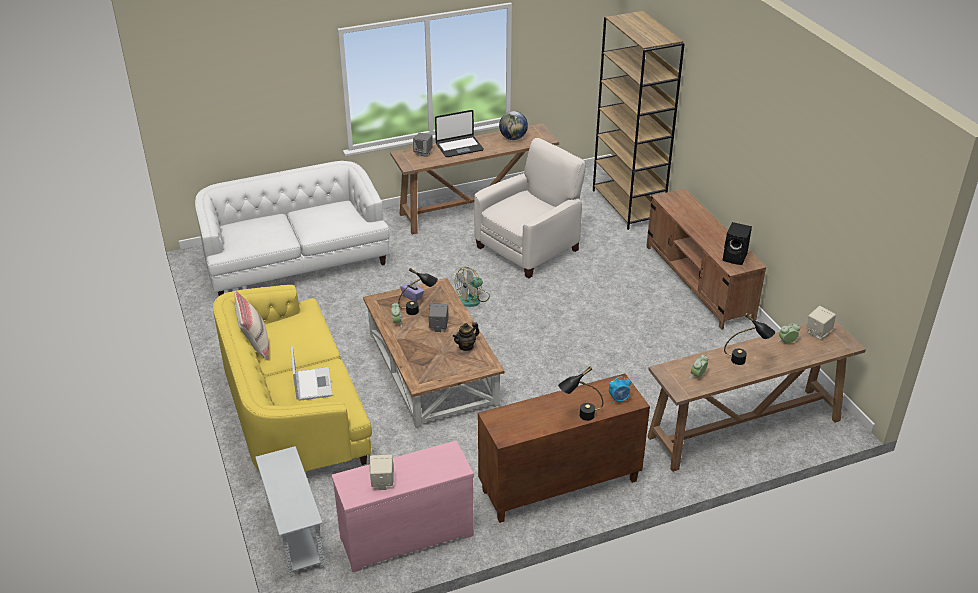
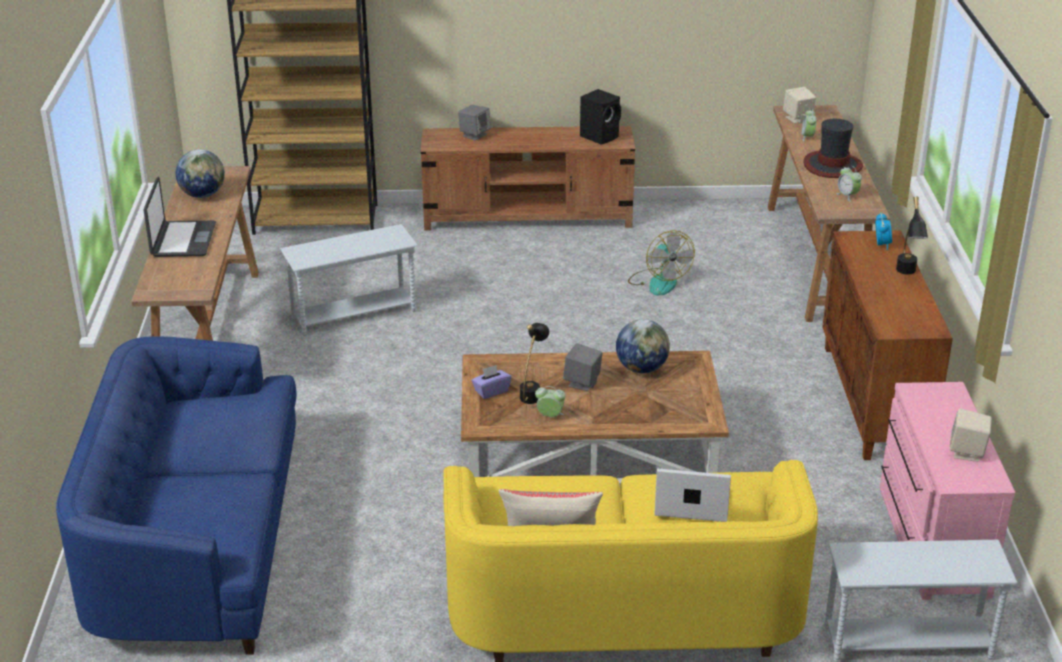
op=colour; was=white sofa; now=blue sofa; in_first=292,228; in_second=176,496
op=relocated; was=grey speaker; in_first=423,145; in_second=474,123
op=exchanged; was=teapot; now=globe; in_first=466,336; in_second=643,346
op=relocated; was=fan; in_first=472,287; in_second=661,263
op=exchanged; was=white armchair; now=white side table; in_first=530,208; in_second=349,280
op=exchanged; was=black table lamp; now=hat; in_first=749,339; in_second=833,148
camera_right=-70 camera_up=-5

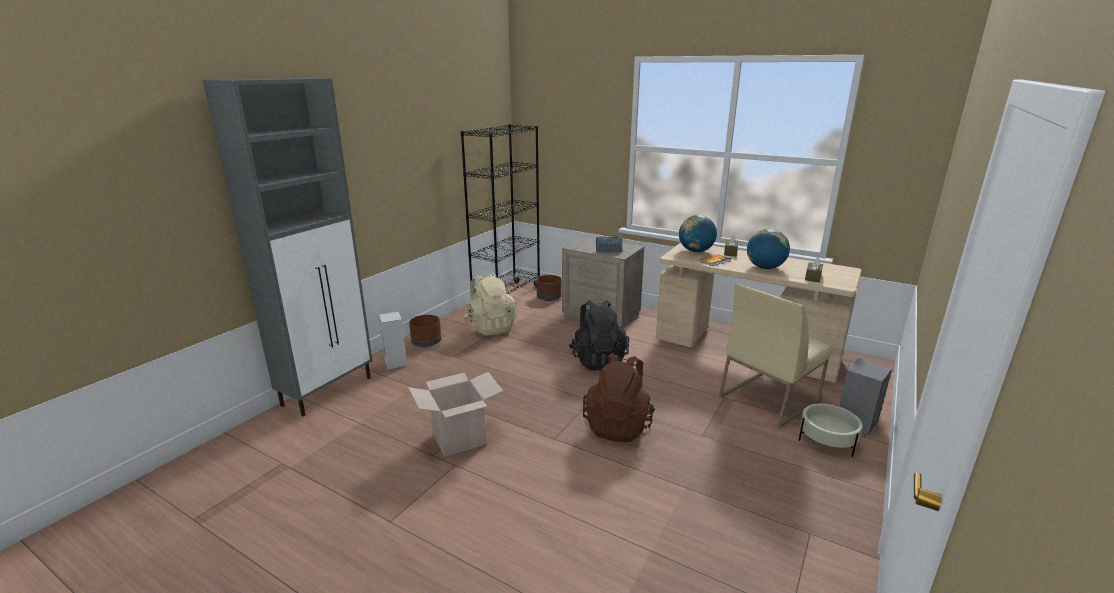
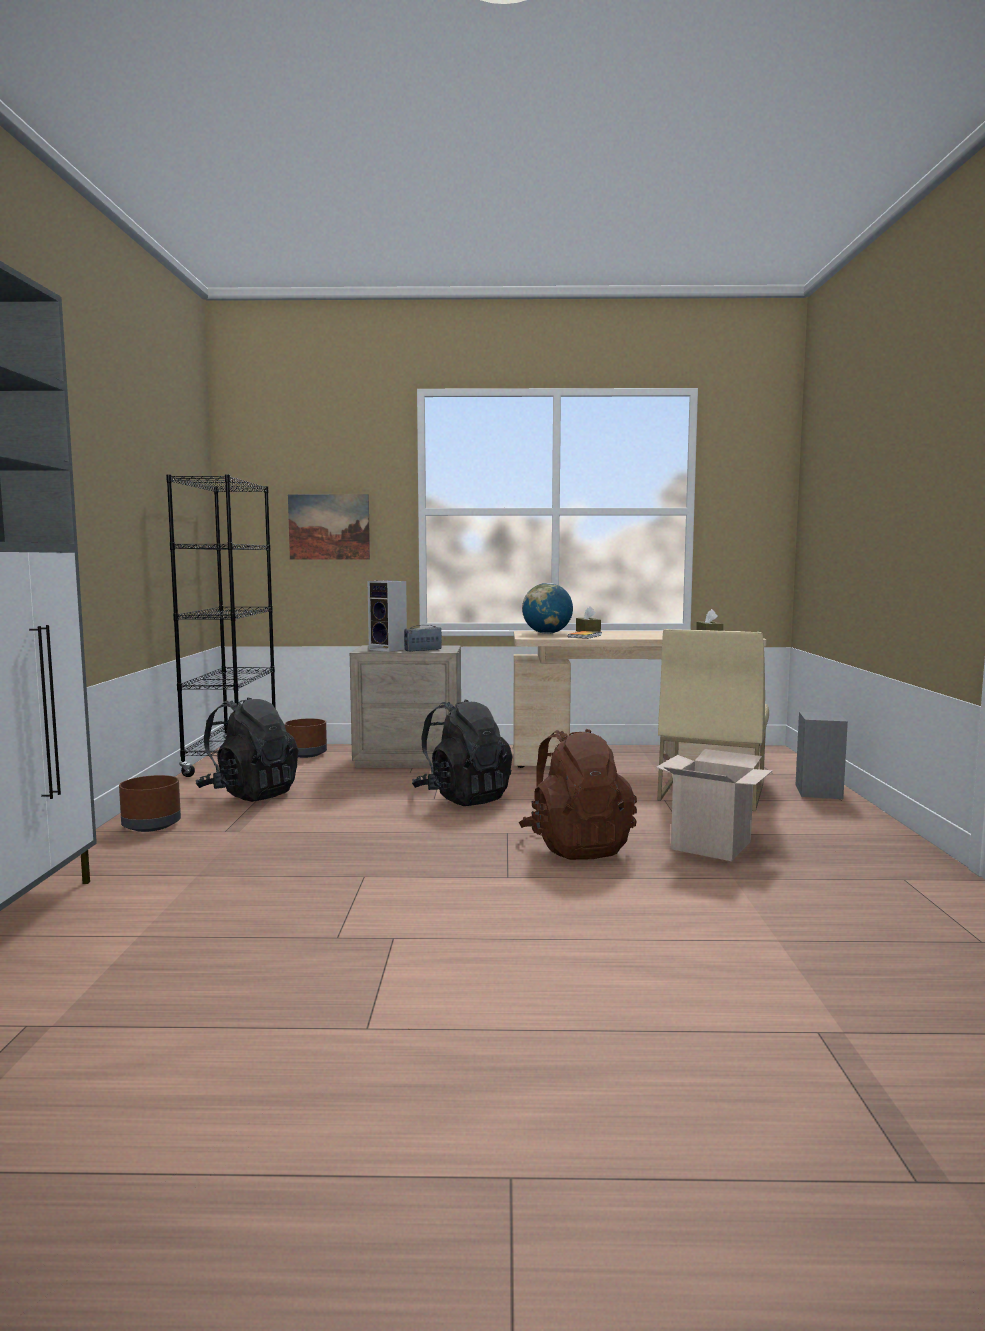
op=relocated; was=speaker; in_first=393,340; in_second=387,616
op=relocated; was=cardboard box; in_first=455,414; in_second=714,805
op=colour; was=beige backpack; now=black backpack; in_first=490,304; in_second=247,749
op=missing; was=globe; in_first=768,249
op=missing; was=beige planter; in_first=831,430
op=appeared; now=picture; in_second=329,527
camera_right=-30 camera_up=-15

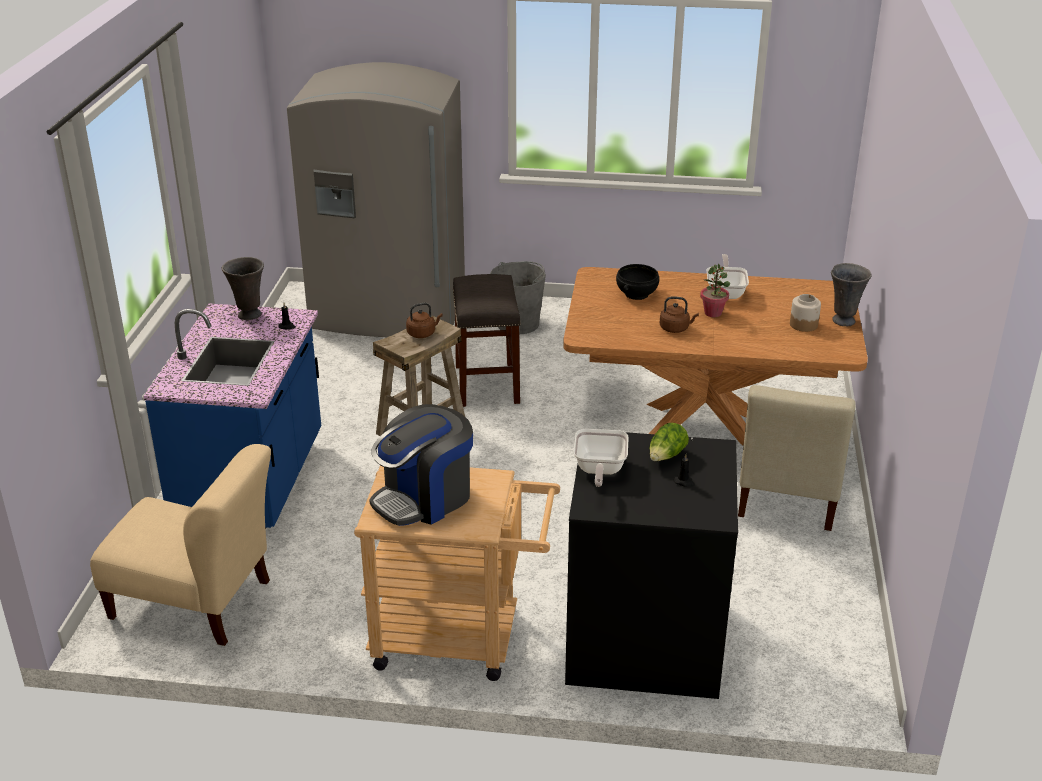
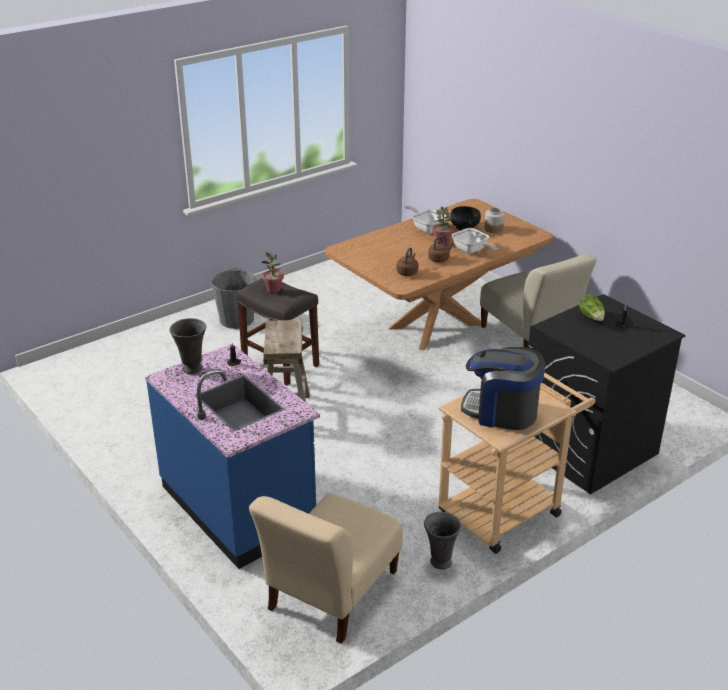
op=spun; was=beige chair; in_first=180,545; in_second=326,569; clockwise=150
op=missing; was=grey fridge; in_first=376,199
op=spun; was=coffee machine; in_first=421,465; in_second=503,388; clockwise=105
op=relocated; was=brown kettle; in_first=424,320; in_second=407,262
op=relocated; was=frying pan; in_first=601,458; in_second=475,241
op=relocated; was=black bowl; in_first=637,282; in_second=465,218
op=relocated; was=grey vase; in_first=851,294; in_second=442,541
op=appeared; now=potted plant; in_second=273,272
camera_right=-45 camera_up=0

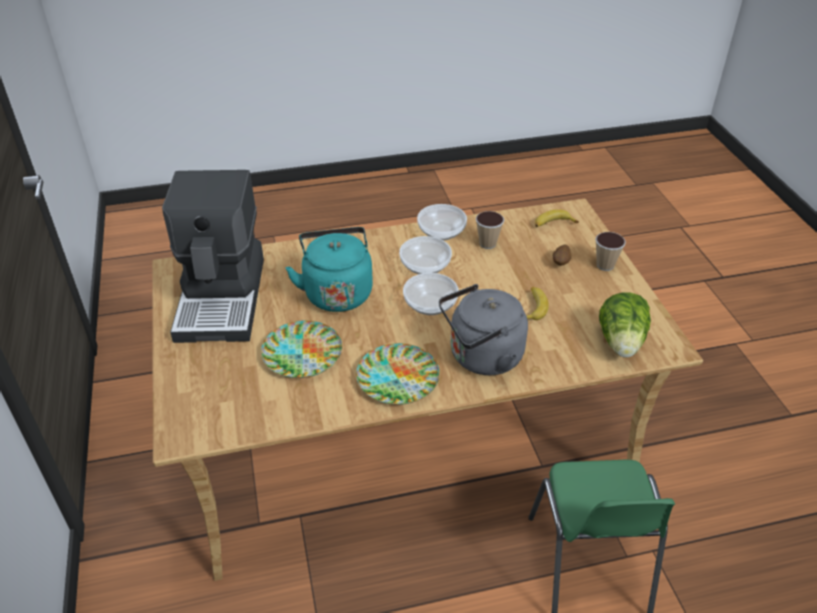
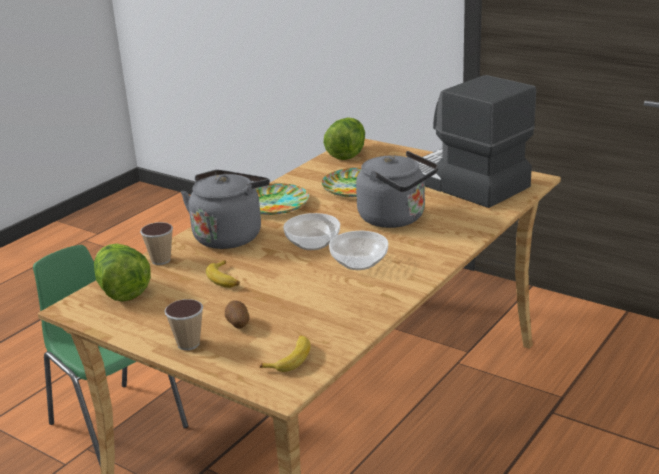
op=colour; was=turquoise kettle; now=grey kettle; in_first=329,269; in_second=397,189
op=missing; was=bowl; in_first=442,222
op=relocated; was=cup; in_first=490,230; in_second=156,243
op=appeared; now=lettuce; in_second=344,138
camera_right=140 camera_up=-15

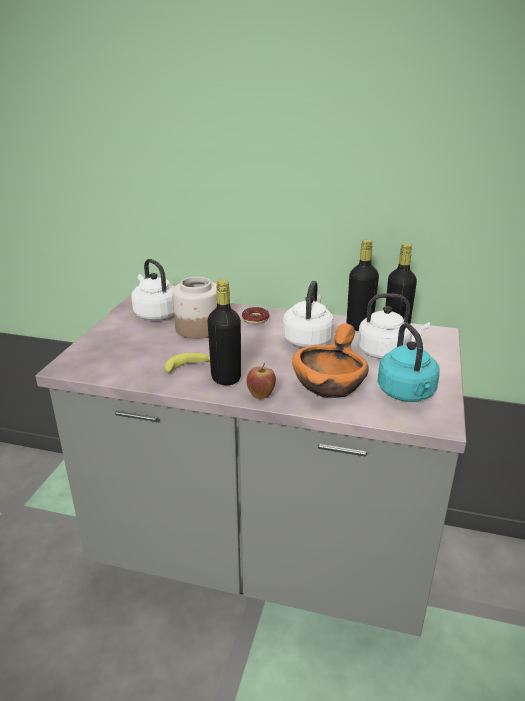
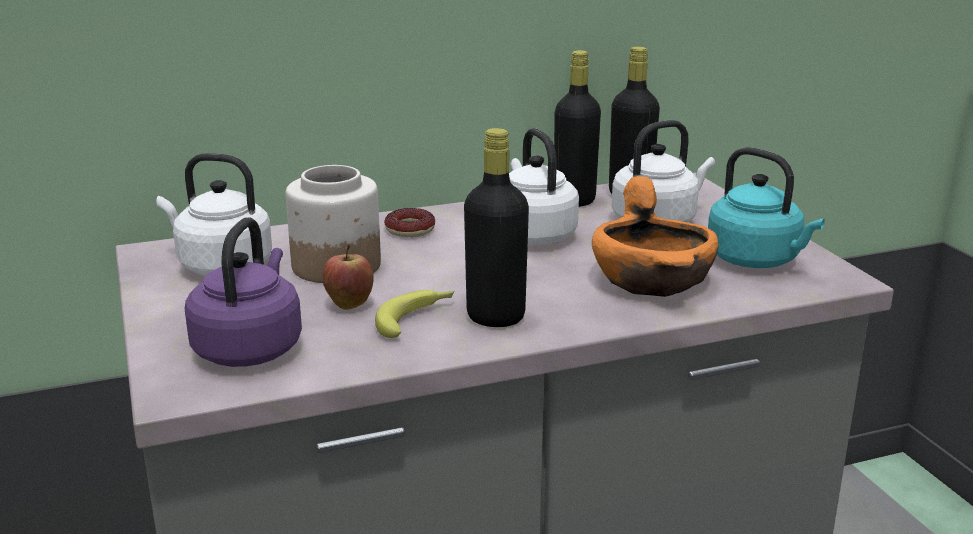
op=relocated; was=apple; in_first=261,381; in_second=348,277
op=appeared; now=purple kettle; in_second=243,292
camera_right=-35 camera_up=-5

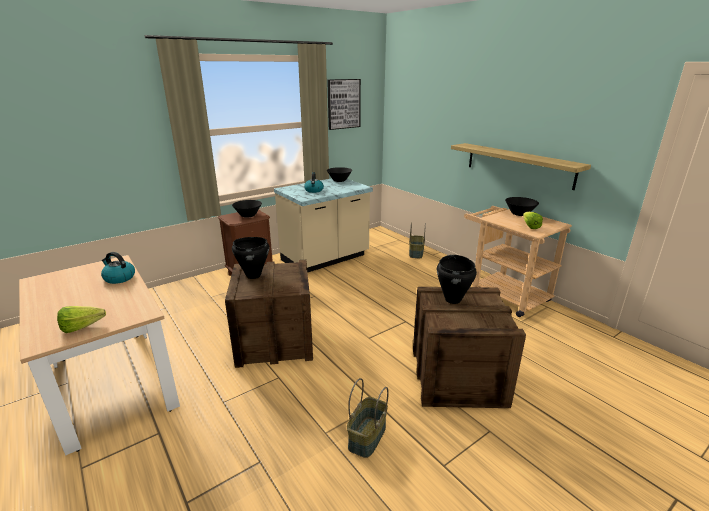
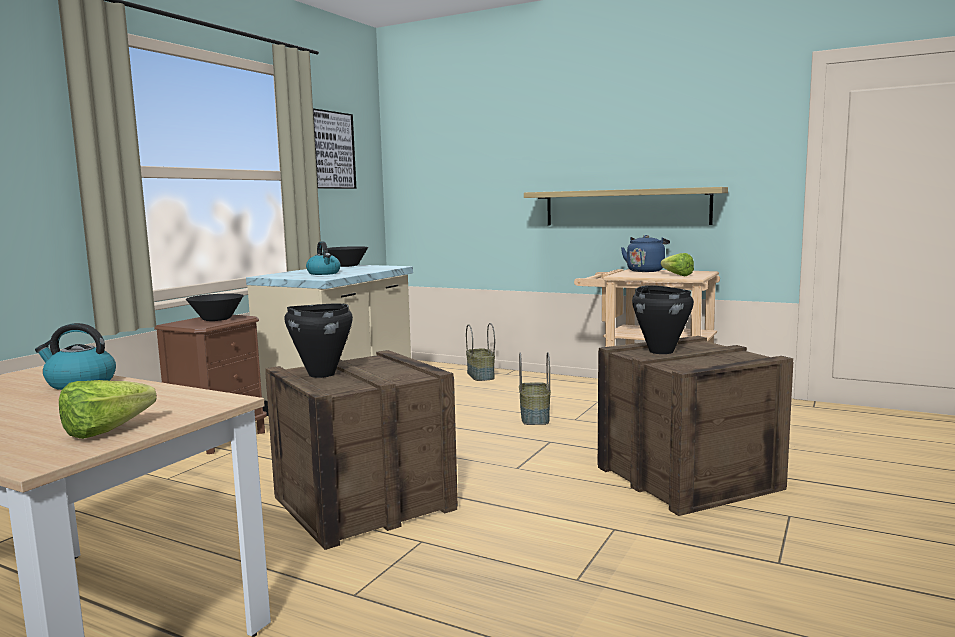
op=relocated; was=basket; in_first=368,418; in_second=535,388
op=exchanged; was=black bowl; now=blue kettle; in_first=522,206; in_second=645,253
camera_right=-25 camera_up=-15

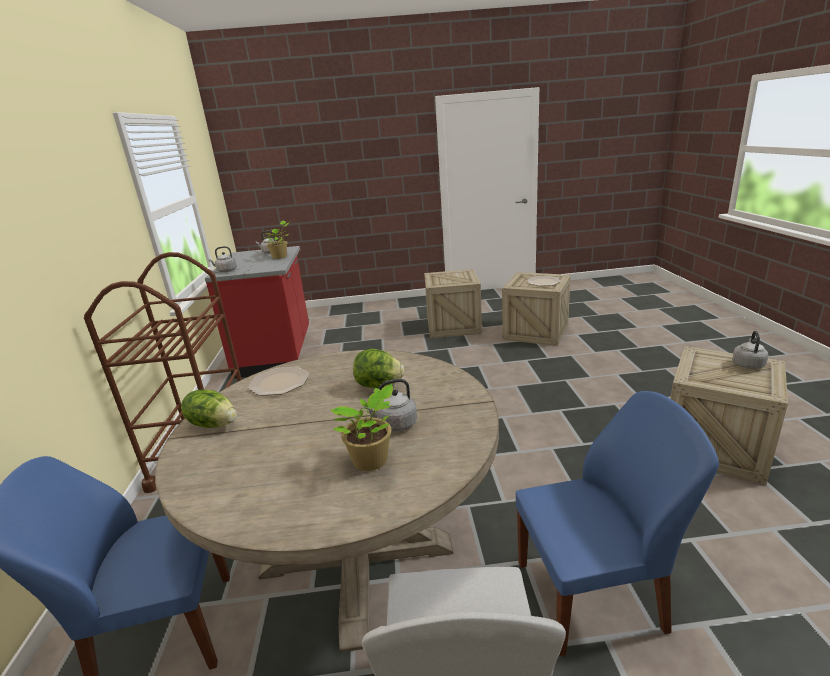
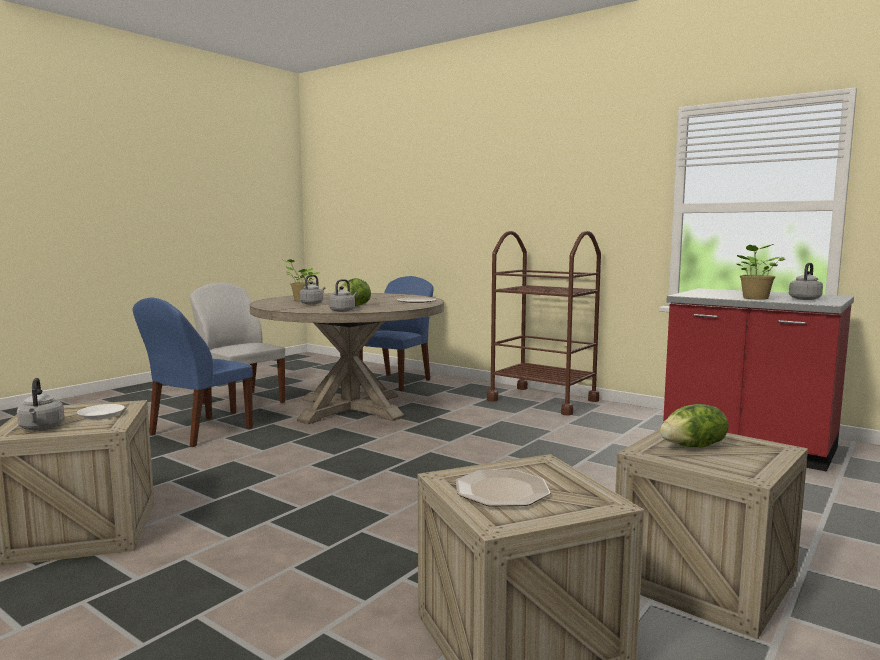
op=relocated; was=lettuce; in_first=209,408; in_second=694,425
op=relocated; was=grey kettle; in_first=223,259; in_second=343,295
op=appeared; now=white plate; in_second=101,412
camera_right=130 camera_up=-15

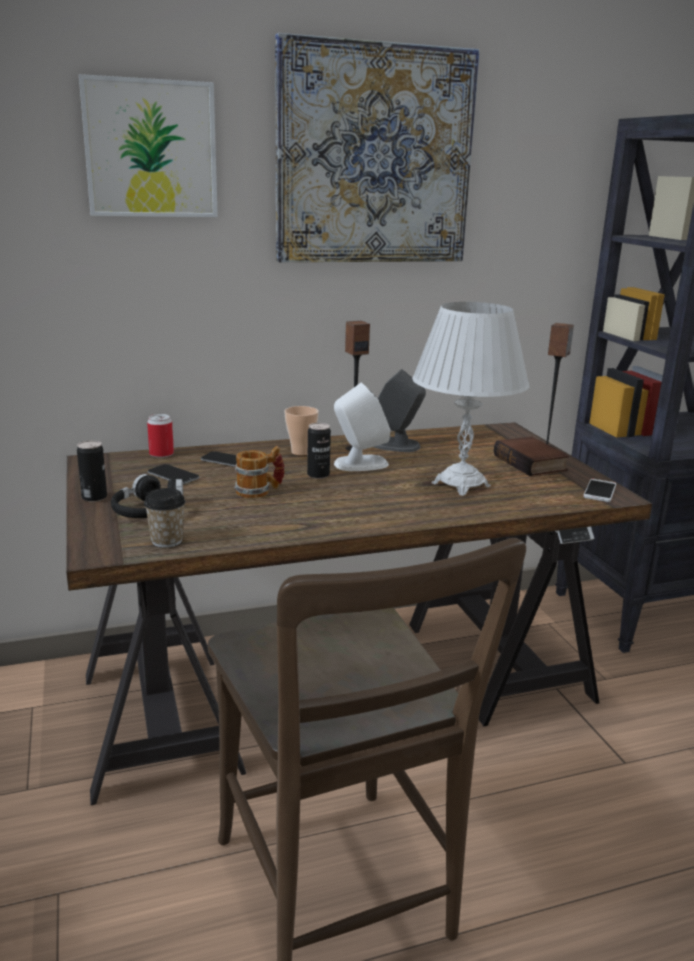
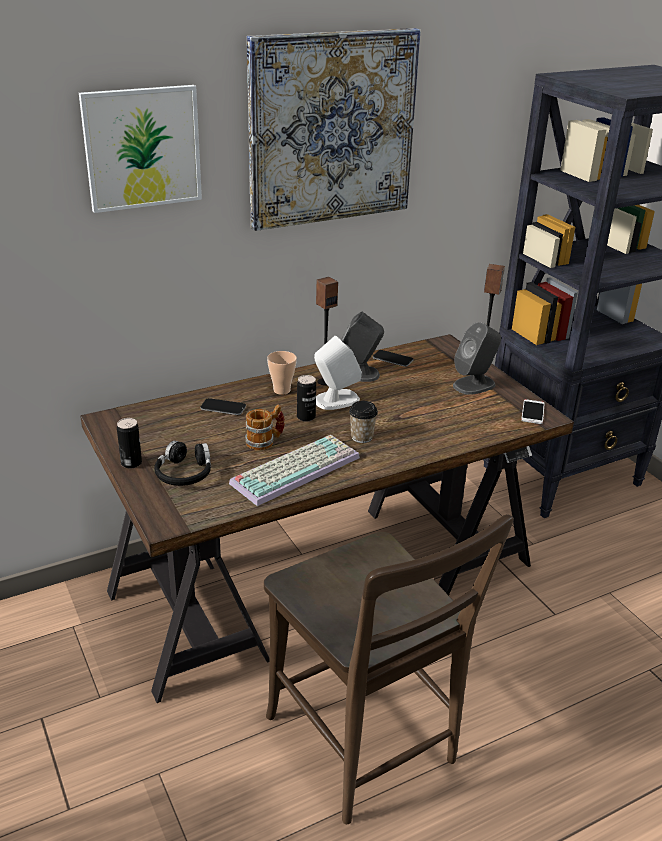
op=relocated; was=cup; in_first=165,518; in_second=363,422
op=missing; was=can; in_first=160,436
op=relocated; was=phone; in_first=174,474; in_second=393,358
op=missing; was=white table lamp; in_first=470,399
op=exchanged; was=book; now=grey speaker; in_first=531,456; in_second=477,358
op=appeared; now=keyboard; in_second=294,470
camera_right=-10 camera_up=10

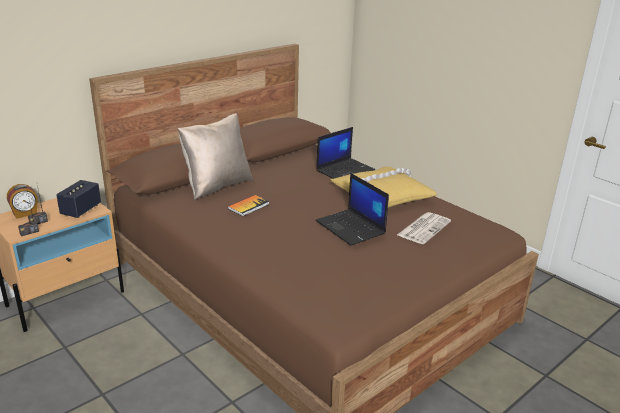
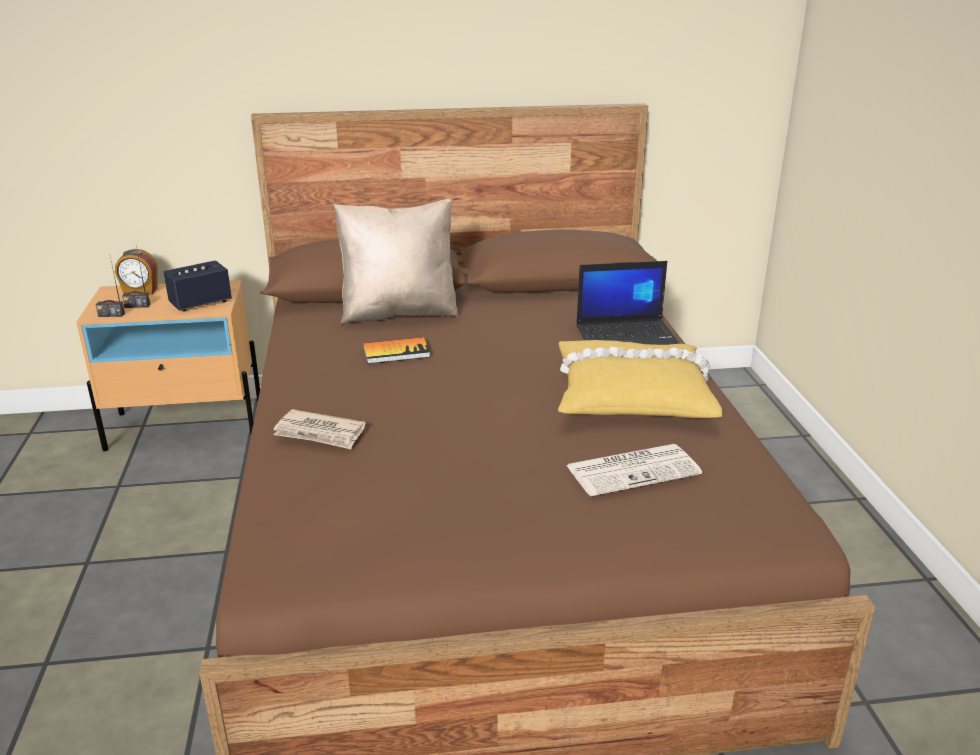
op=missing; was=laptop; in_first=352,209
op=appeared; now=newspaper; in_second=320,429
camera_right=35 camera_up=0

